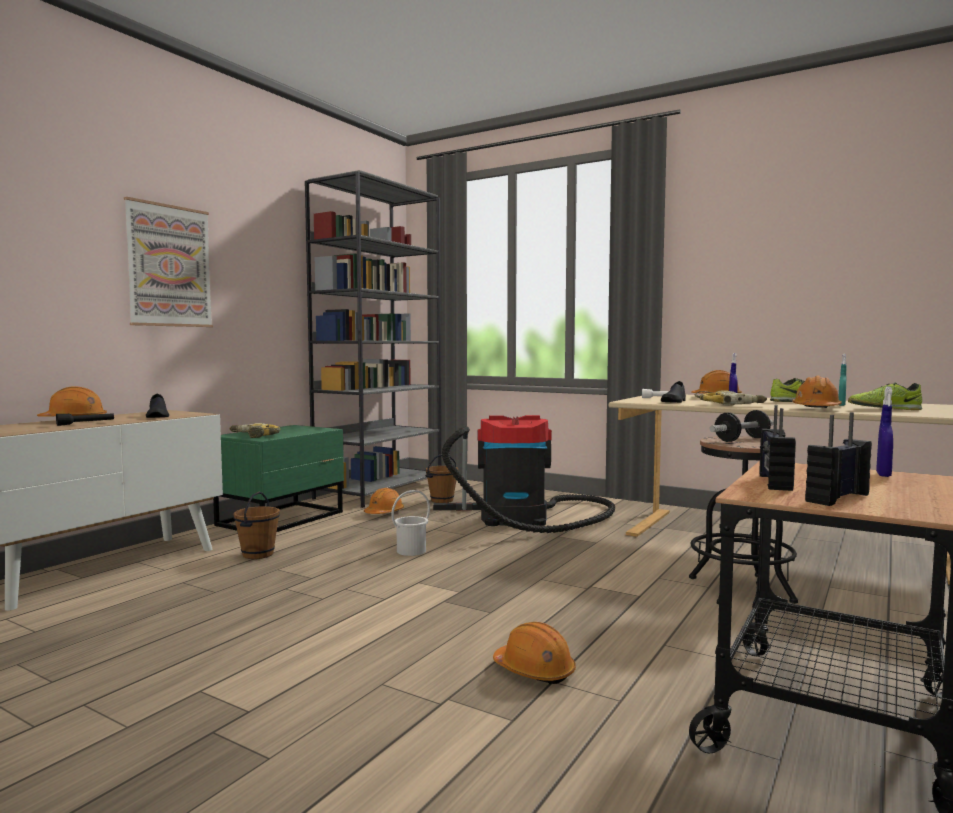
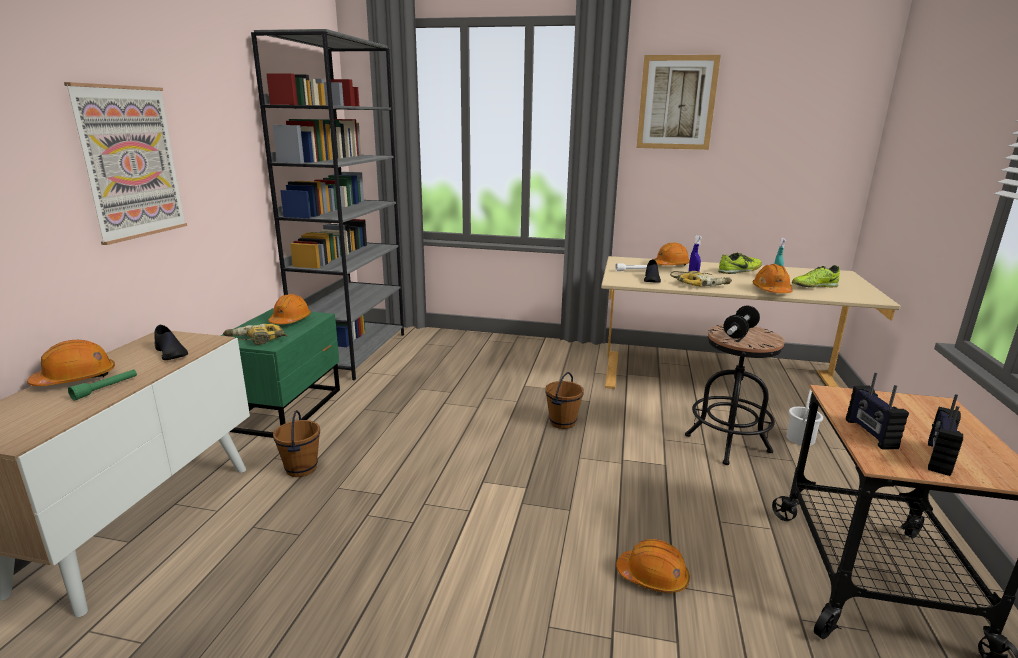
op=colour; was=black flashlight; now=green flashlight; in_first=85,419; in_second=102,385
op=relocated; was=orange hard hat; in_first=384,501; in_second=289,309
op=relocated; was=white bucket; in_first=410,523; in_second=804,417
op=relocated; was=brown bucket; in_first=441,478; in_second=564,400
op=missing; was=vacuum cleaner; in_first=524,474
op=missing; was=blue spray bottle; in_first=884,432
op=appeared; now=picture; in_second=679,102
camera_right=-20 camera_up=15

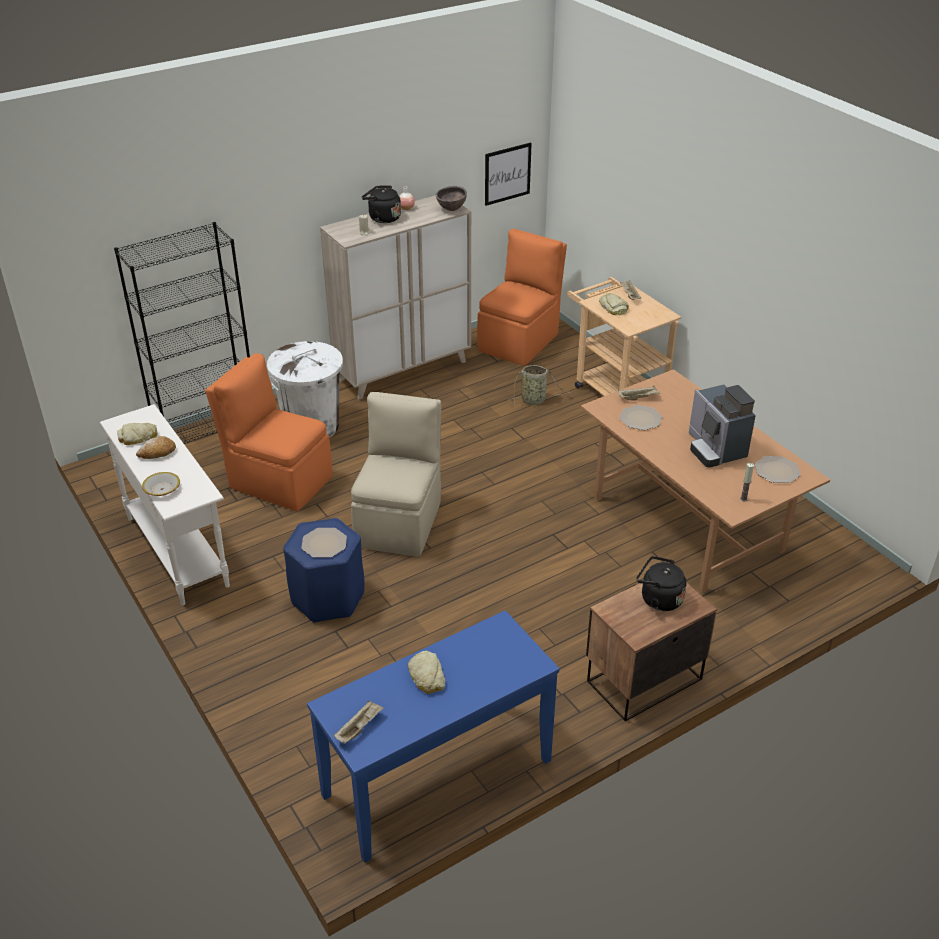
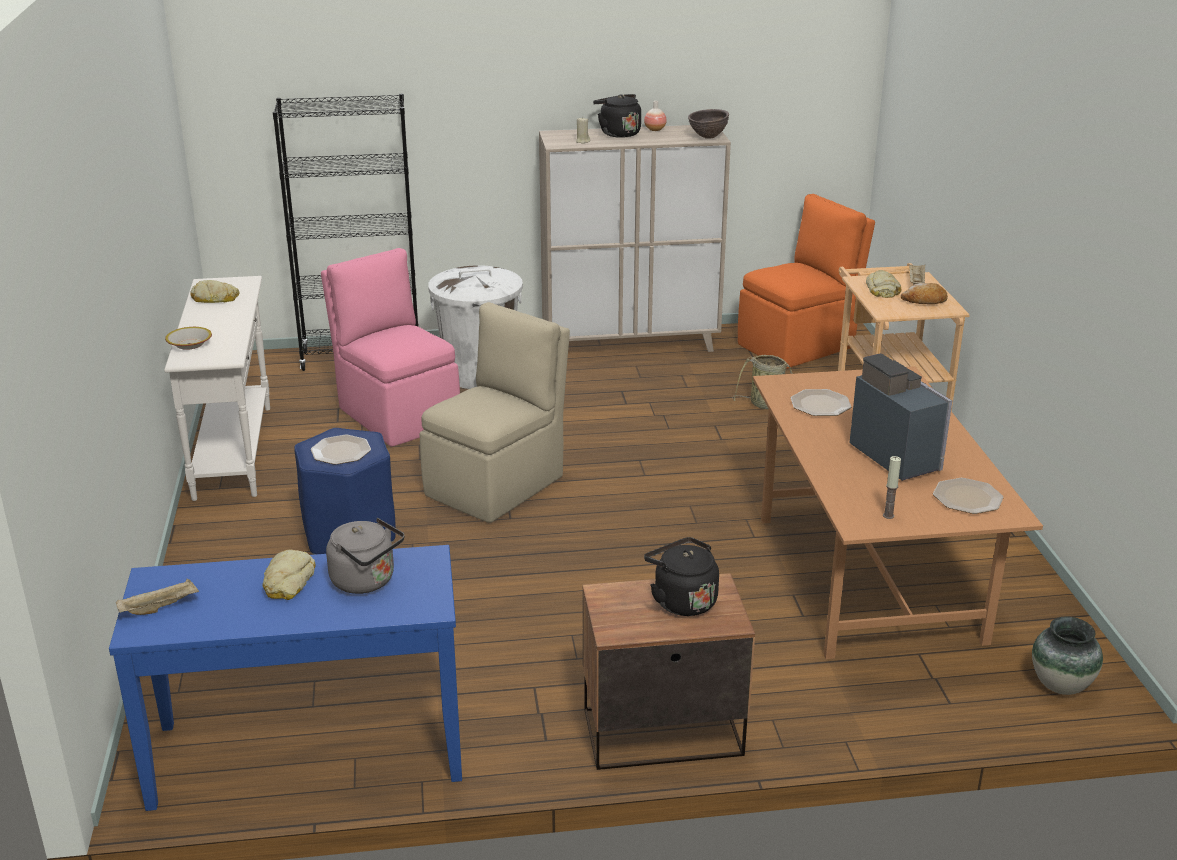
op=relocated; was=bread; in_first=156,447; in_second=924,293
op=colour; was=orange chair; now=pink chair; in_first=268,432; in_second=390,347
op=missing; was=picture; in_first=508,174
op=missing; was=beige tray; in_first=639,392
op=spun; was=coffee machine; in_first=722,426; in_second=900,417; clockwise=150
op=appeared; now=grey kettle; in_second=365,556
op=appeared; now=vase; in_second=1067,656
camera_right=25 camera_up=-10

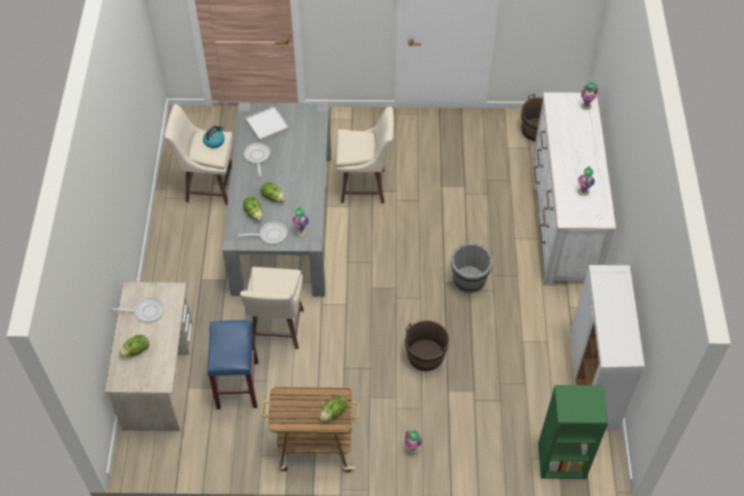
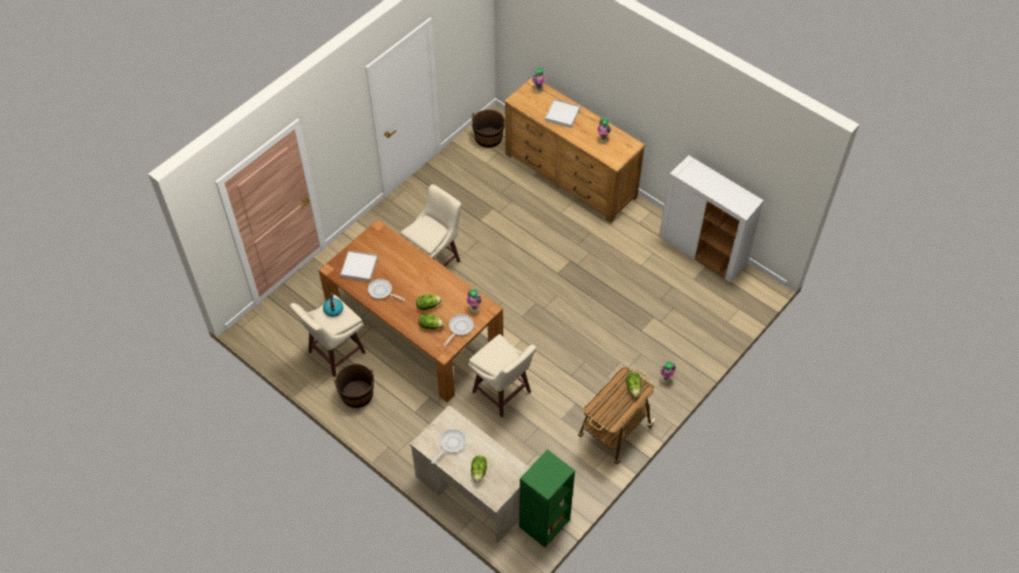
op=missing; was=blue stool; in_first=232,364
op=colour; was=grey dining table; now=brown dining table; in_first=276,199; in_second=411,311
op=relocated; was=brown bucket; in_first=427,345; in_second=354,385
op=missing; was=grey bucket; in_first=472,268
op=colour; was=white dresser; now=brown dresser; in_first=575,188; in_second=575,149
op=relocated; was=green bookcase; in_first=573,432; in_second=547,498
op=appeared; now=white tray; in_second=562,113
camera_right=-50 camera_up=0

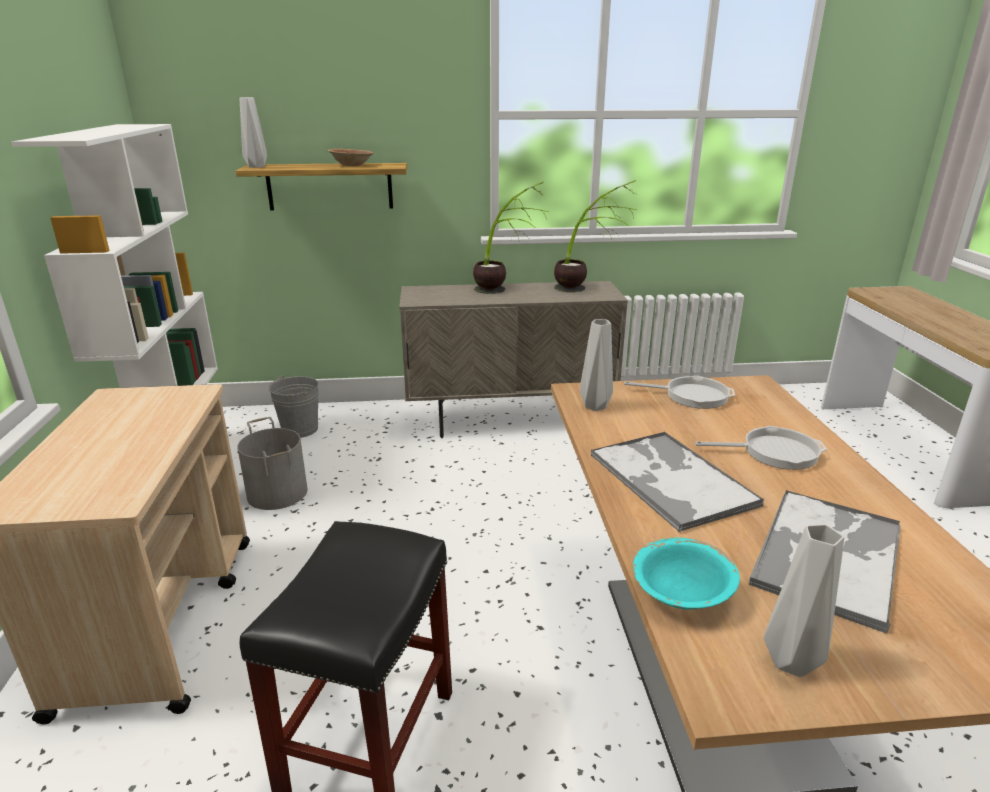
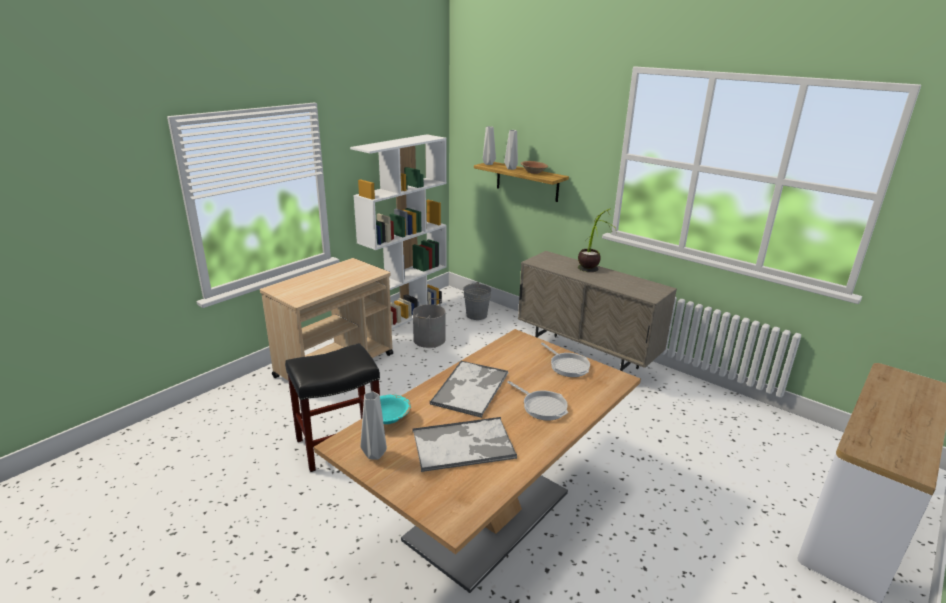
op=missing; was=potted plant; in_first=595,236
op=relocated; was=grey vase; in_first=596,365; in_second=511,150
camera_right=45 camera_up=0

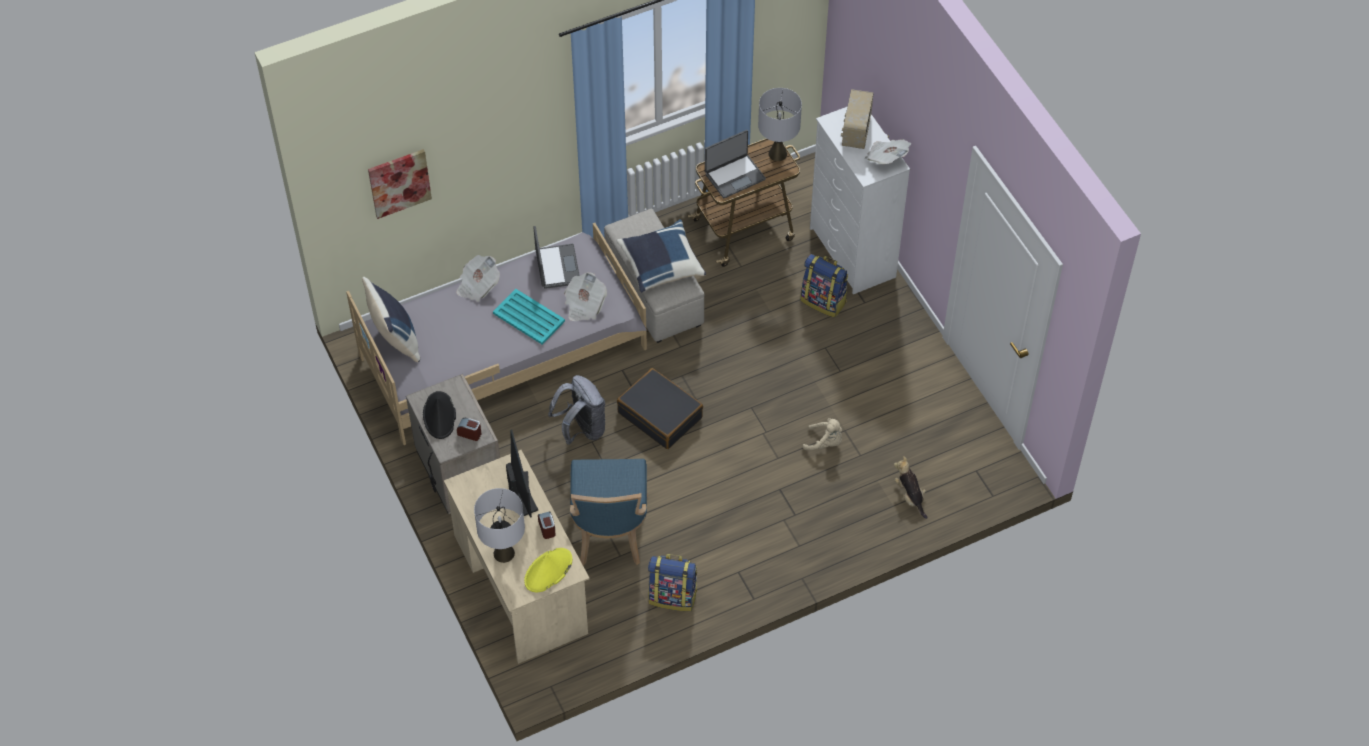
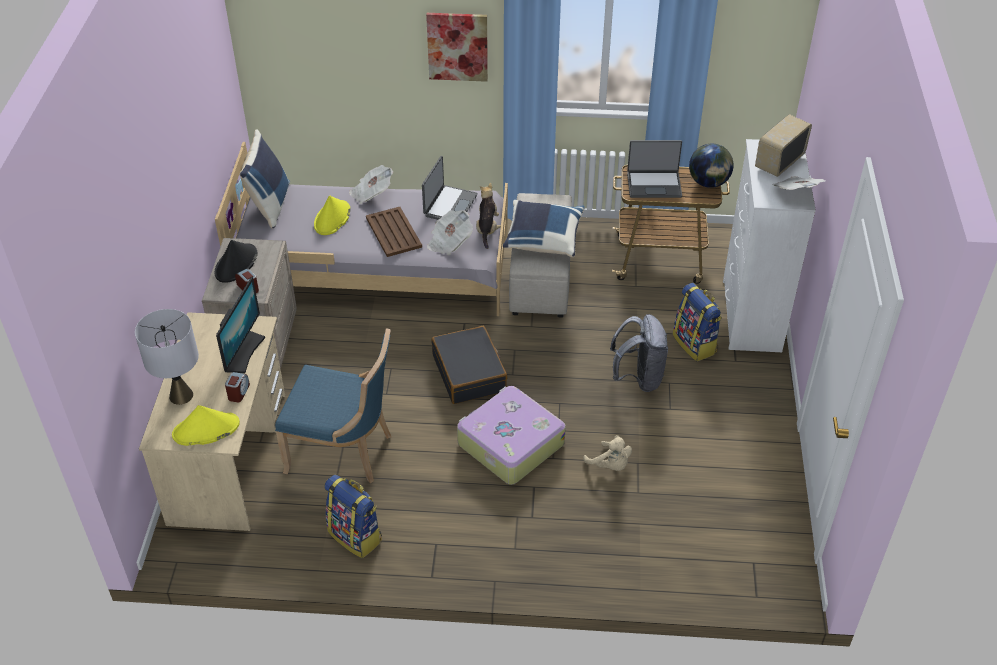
op=relocated; was=picture; in_first=400,184; in_second=457,47
op=colour; was=turquoise tray; now=brown tray; in_first=529,317; in_second=394,232
op=relocated; was=grey backpack; in_first=577,410; in_second=639,353
op=spun; was=blue chair; in_first=609,512; in_second=333,405; clockwise=-105
op=exchanged; was=grey table lamp; now=globe; in_first=780,124; in_second=711,166
op=relocated; was=plush toy; in_first=911,487; in_second=488,216
op=appeared; now=yellow hat; in_second=332,215
op=appeared; now=suitcase; in_second=511,435
camera_right=30 camera_up=-10

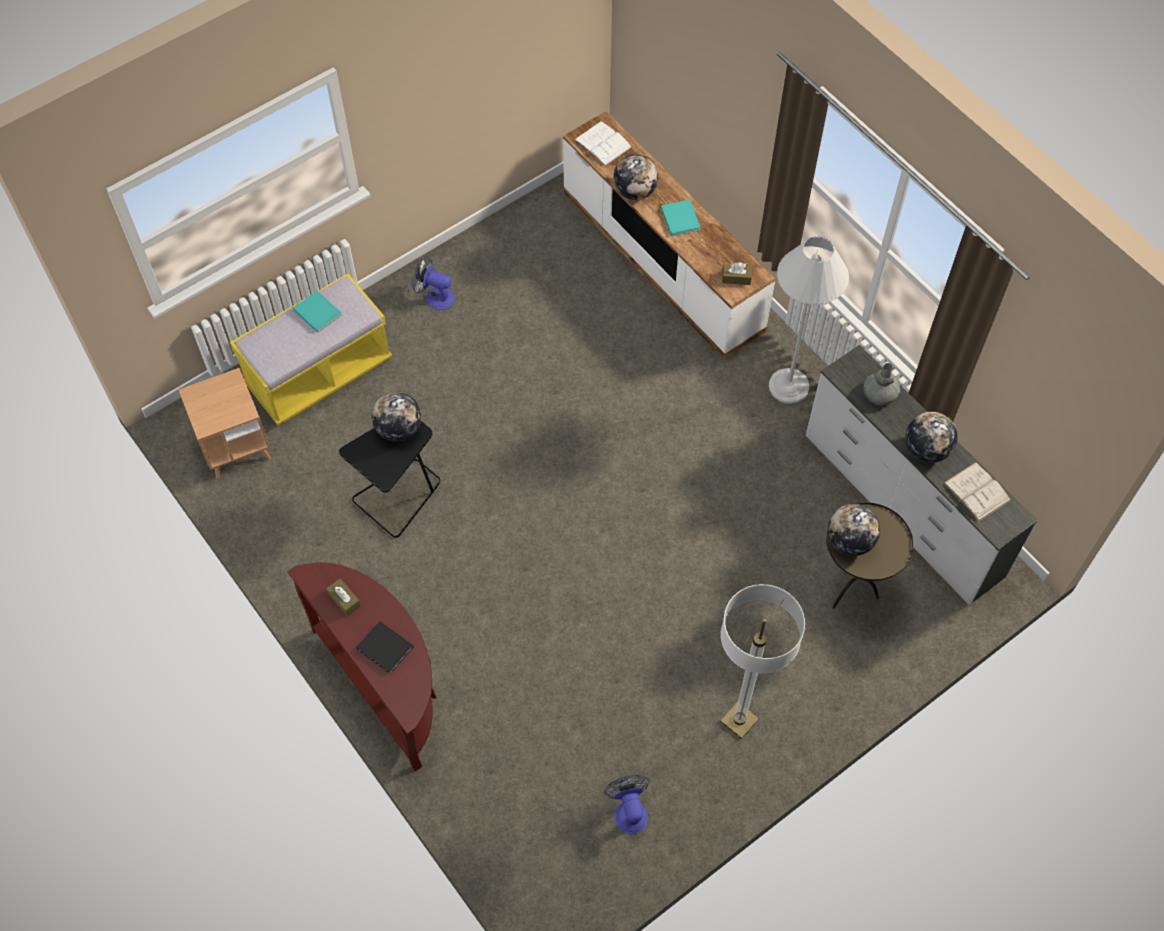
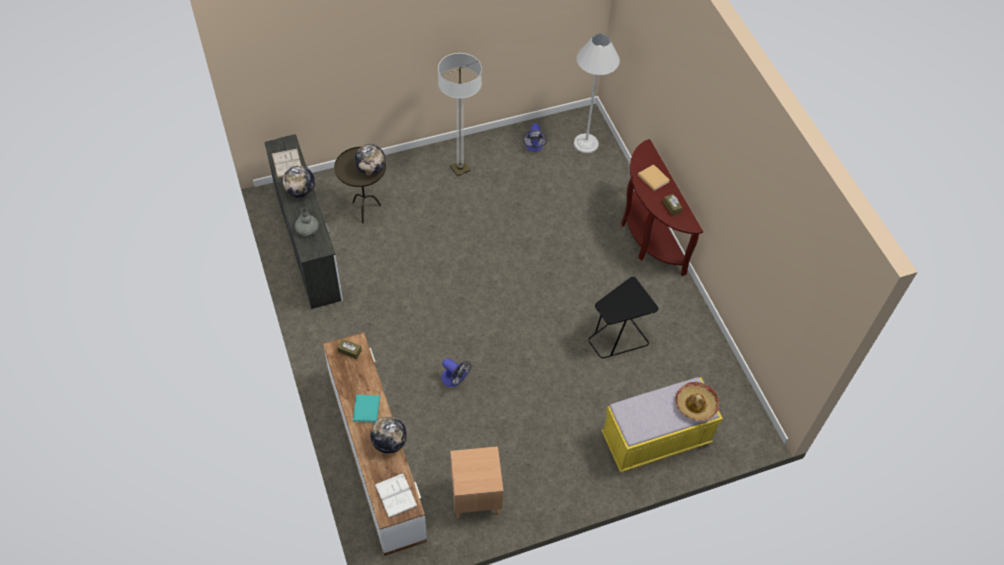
op=relocated; was=brown side table; in_first=225,423; in_second=477,482
op=missing; was=turquoise book; in_first=317,312
op=colour; was=black book; now=beige book; in_first=384,647; in_second=654,177
op=missing; was=globe; in_first=396,417
op=relocated; was=fan; in_first=433,283; in_second=456,372
op=relocated; was=white floor lamp; in_first=809,320; in_second=597,93
op=appeared; now=hat; in_second=697,401
camera_right=-165 camera_up=-5

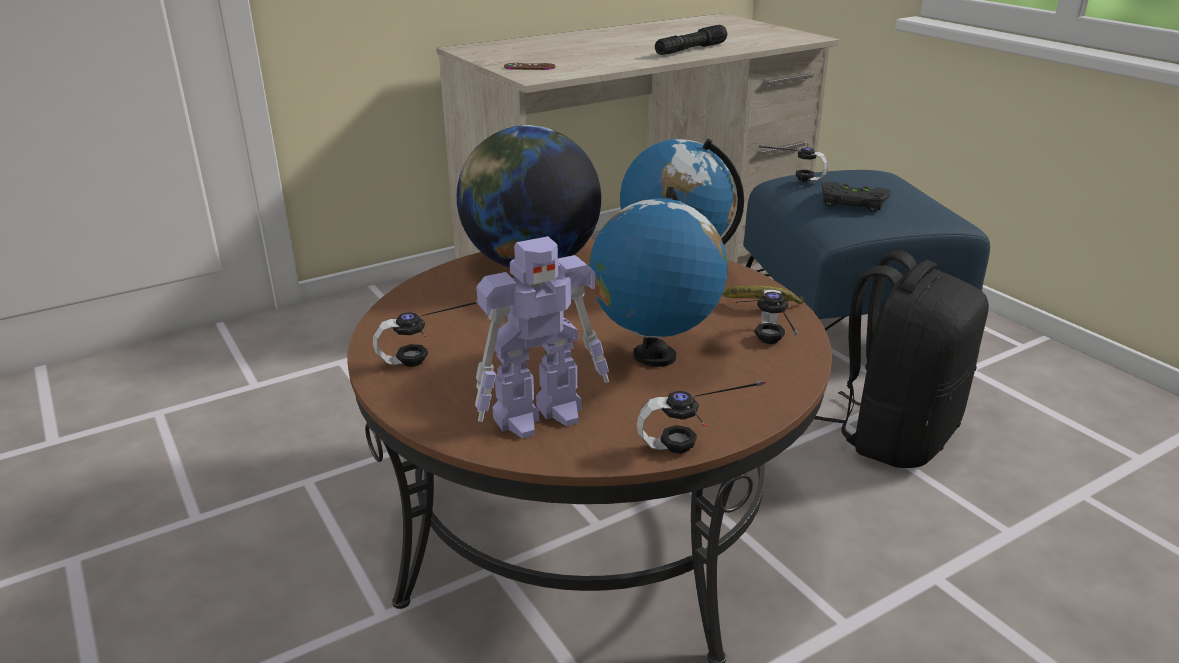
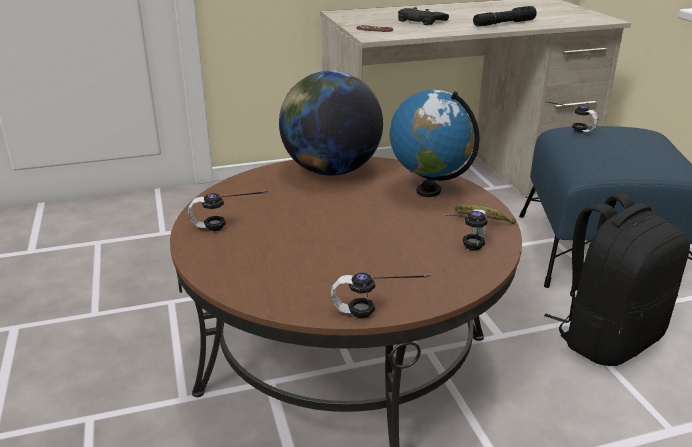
op=missing; was=toy robot; in_first=542,337
op=missing; was=globe; in_first=658,277
op=relocated; was=black game controller; in_first=857,197; in_second=423,16
camera_right=15 camera_up=0

